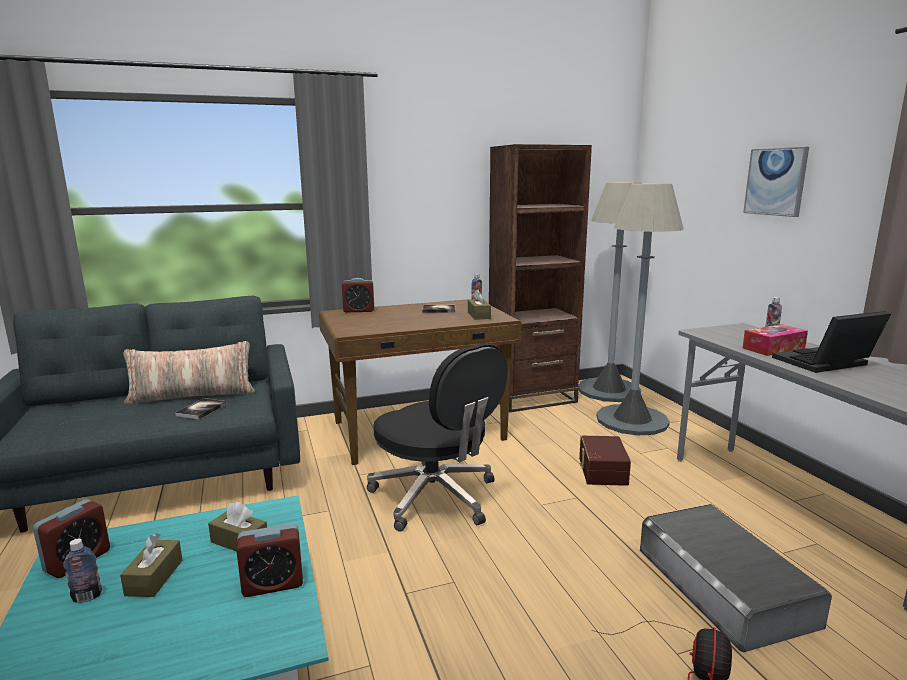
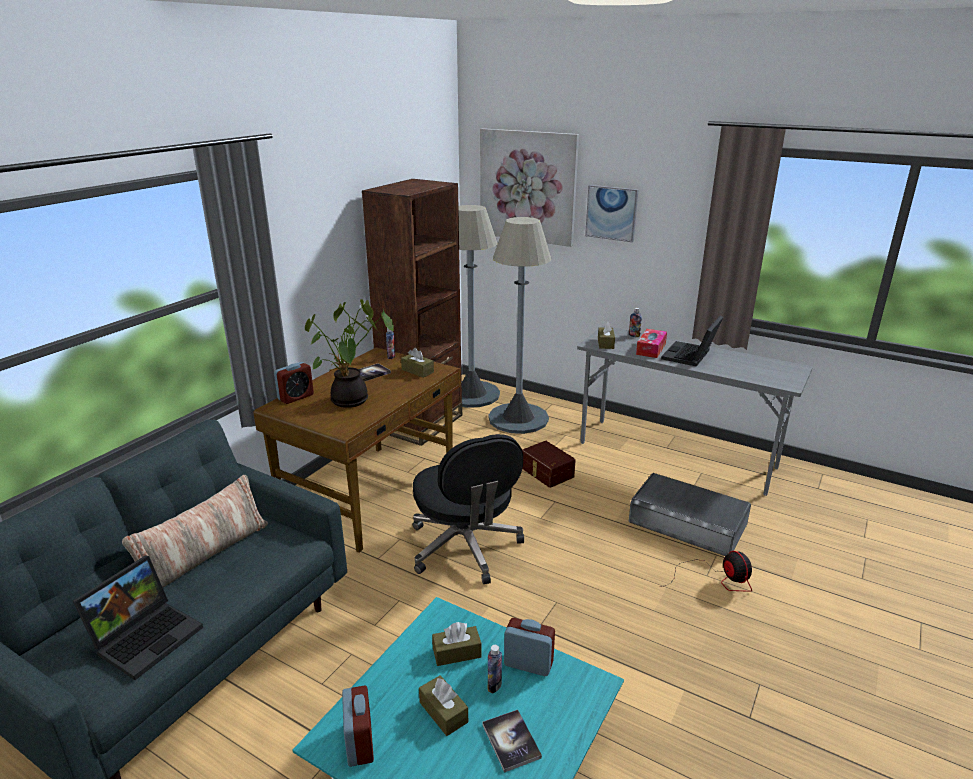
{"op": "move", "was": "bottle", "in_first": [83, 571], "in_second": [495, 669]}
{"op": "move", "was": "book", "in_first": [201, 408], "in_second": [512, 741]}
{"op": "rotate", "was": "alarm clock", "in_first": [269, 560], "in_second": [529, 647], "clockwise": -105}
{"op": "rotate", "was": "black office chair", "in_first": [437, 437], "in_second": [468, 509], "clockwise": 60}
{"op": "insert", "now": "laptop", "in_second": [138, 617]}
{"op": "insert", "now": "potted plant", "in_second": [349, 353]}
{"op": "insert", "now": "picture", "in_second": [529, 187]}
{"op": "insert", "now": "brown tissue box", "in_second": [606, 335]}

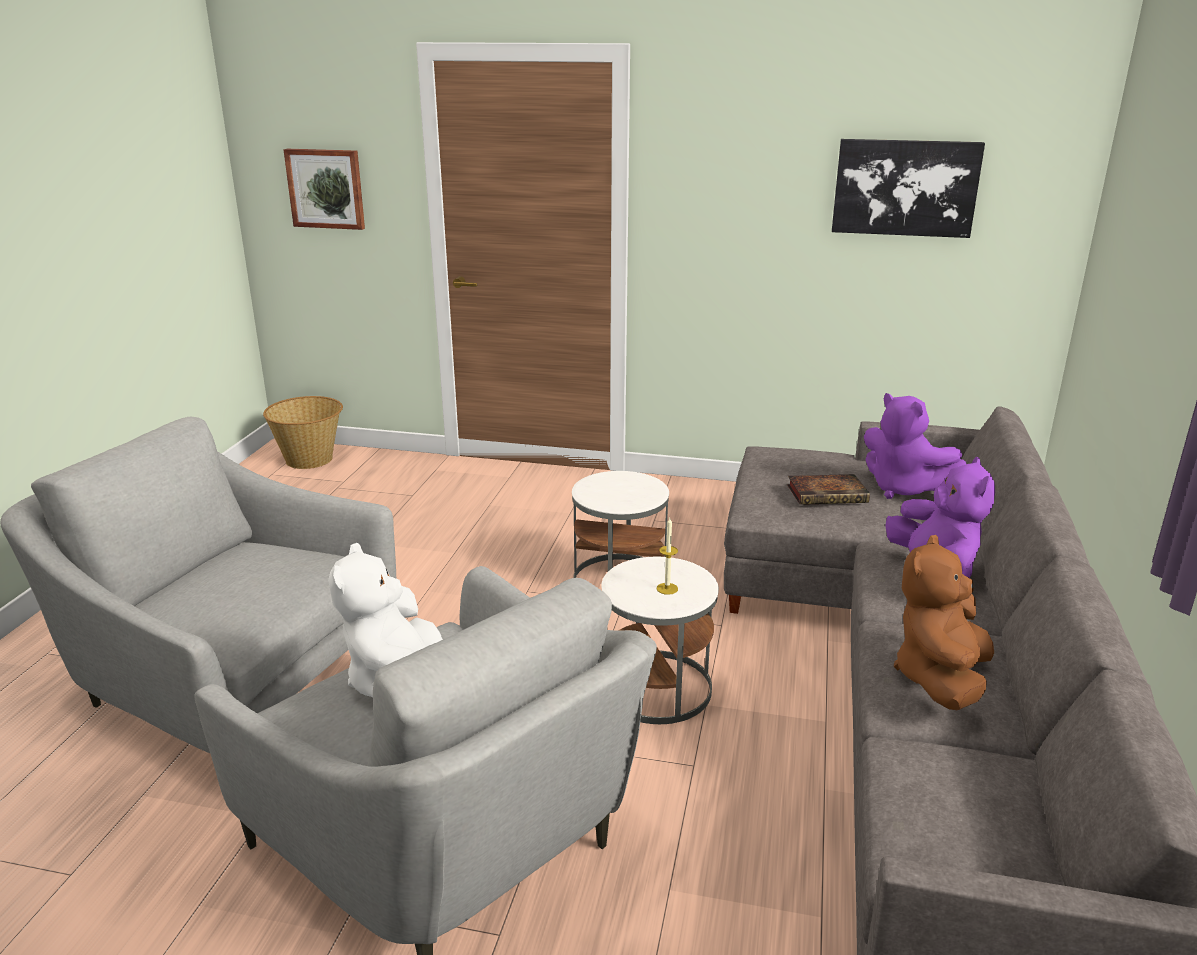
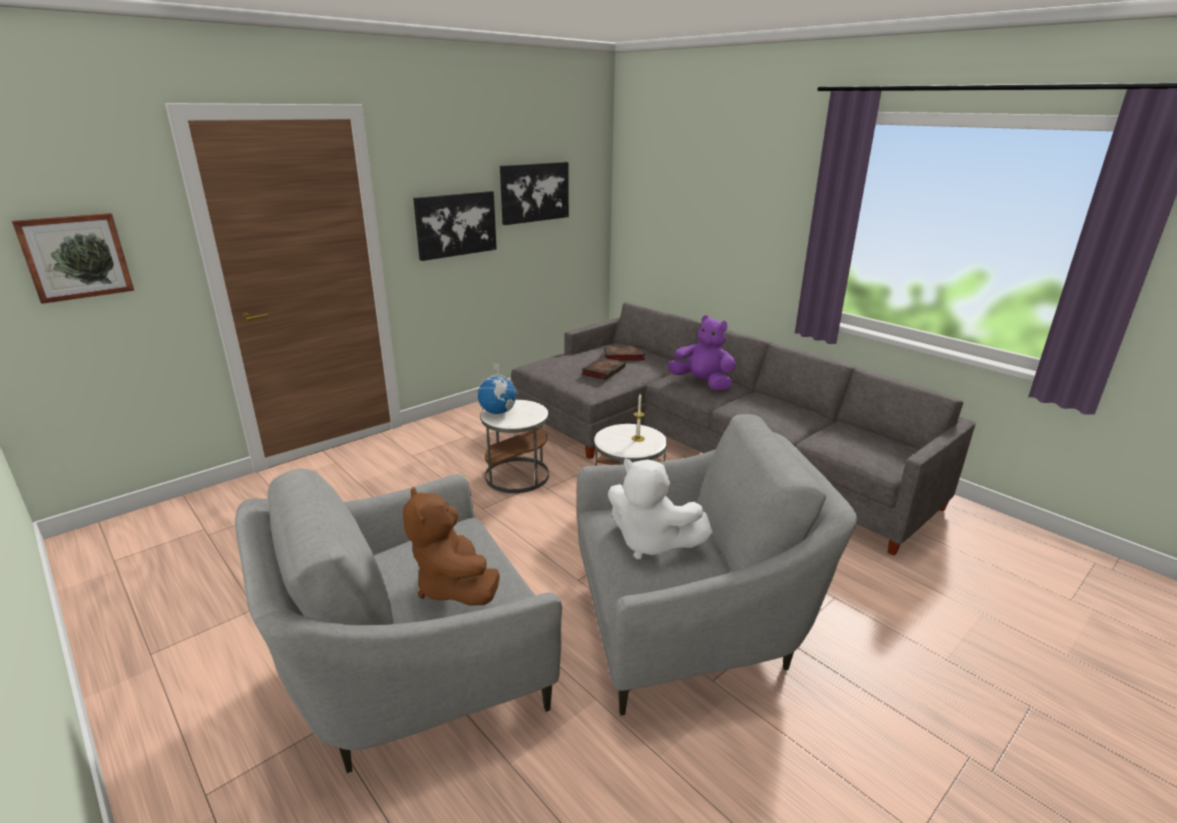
{"op": "delete", "was": "basket", "in_first": [303, 432]}
{"op": "replace", "was": "purple plush toy", "now": "book", "in_first": [915, 446], "in_second": [624, 353]}
{"op": "move", "was": "brown plush toy", "in_first": [944, 622], "in_second": [451, 546]}
{"op": "insert", "now": "picture", "in_second": [455, 226]}
{"op": "insert", "now": "globe", "in_second": [496, 388]}

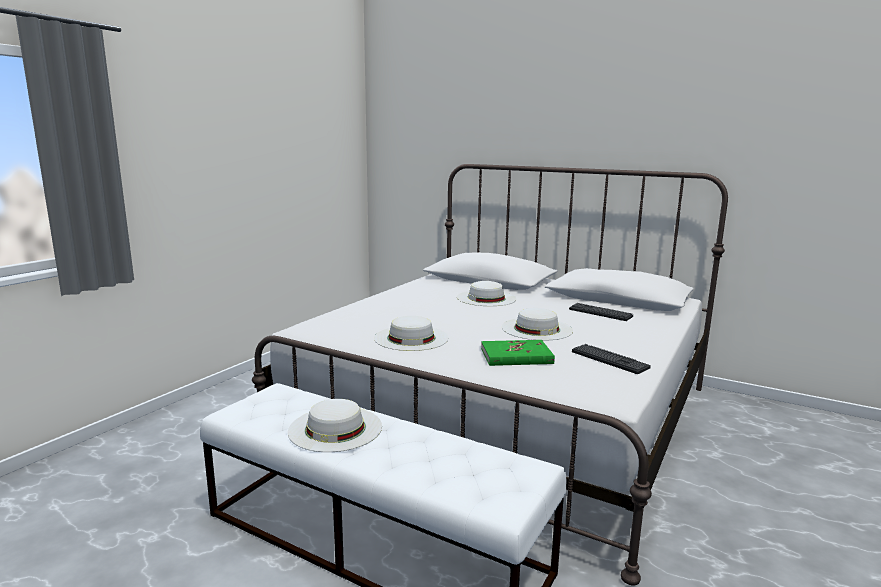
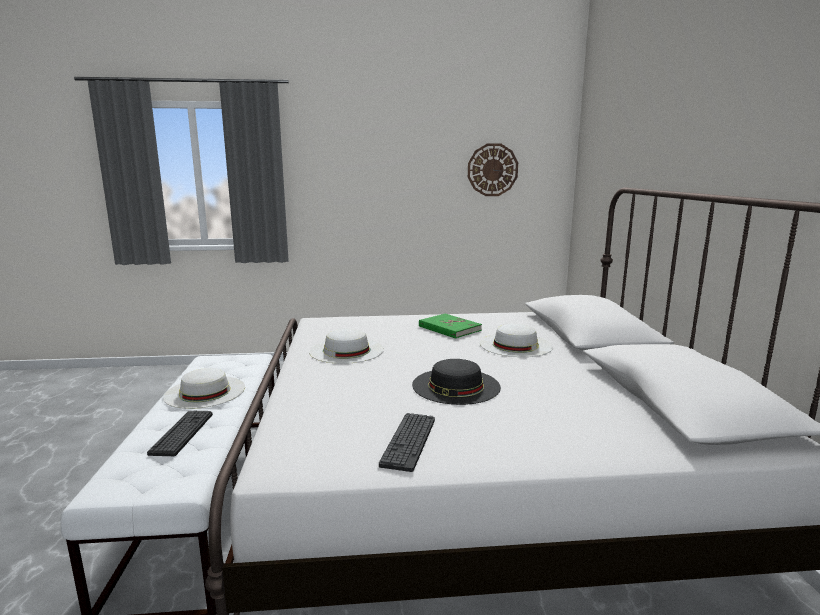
{"op": "move", "was": "green book", "in_first": [518, 353], "in_second": [450, 326]}
{"op": "recolor", "was": "white hat", "now": "black hat", "in_first": [537, 324], "in_second": [456, 382]}
{"op": "move", "was": "keyboard", "in_first": [601, 312], "in_second": [180, 433]}
{"op": "insert", "now": "wall clock", "in_second": [493, 169]}

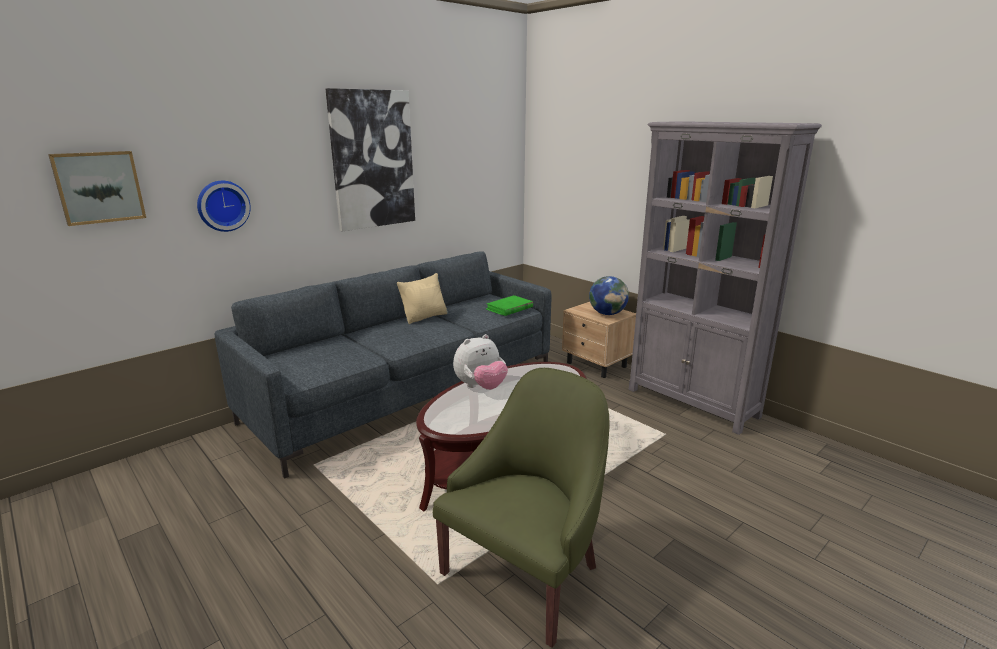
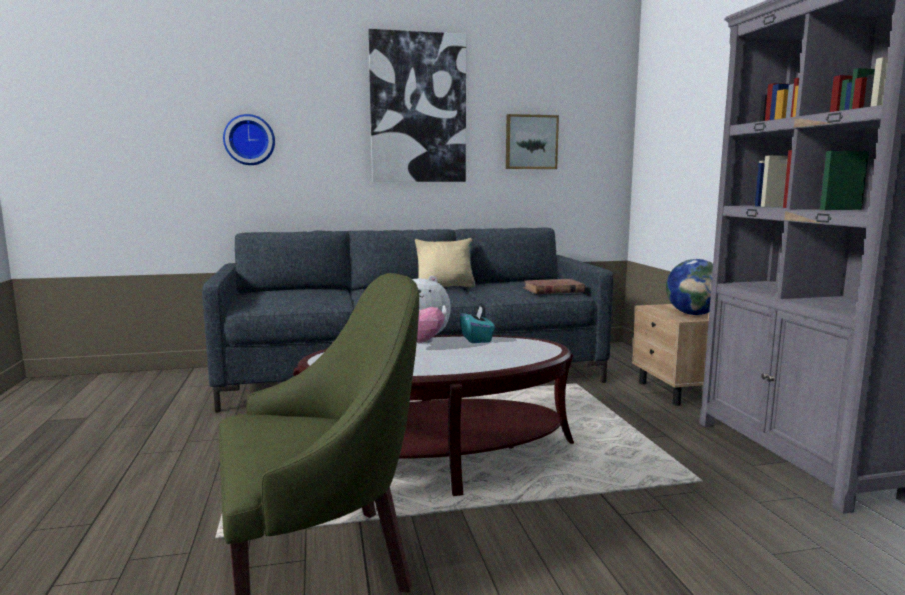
{"op": "move", "was": "picture", "in_first": [97, 188], "in_second": [532, 141]}
{"op": "recolor", "was": "green book", "now": "brown book", "in_first": [509, 305], "in_second": [554, 286]}
{"op": "insert", "now": "turquoise tissue box", "in_second": [477, 325]}

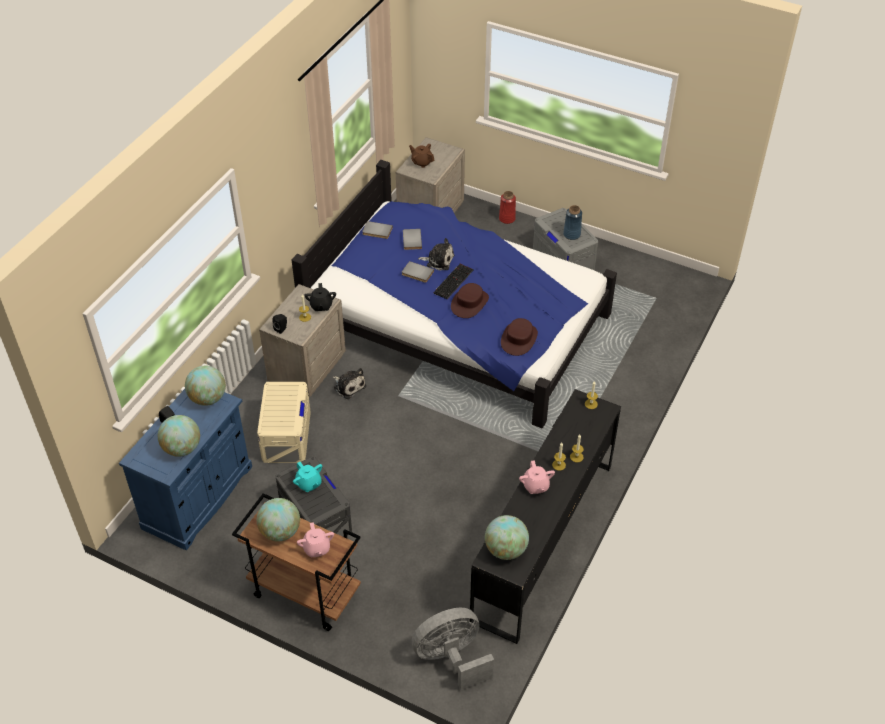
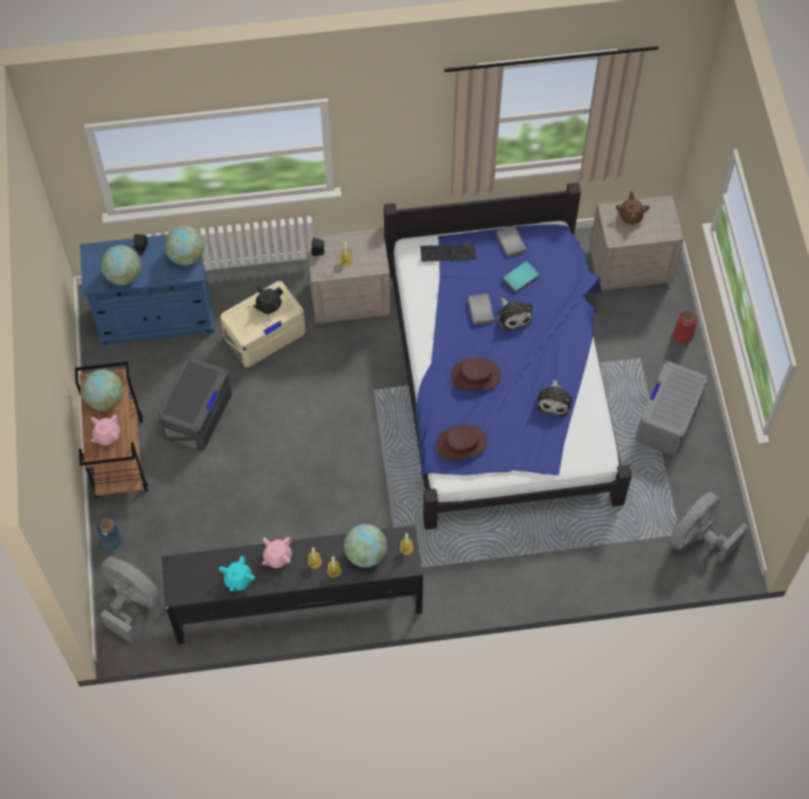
{"op": "move", "was": "turquoise teapot", "in_first": [307, 477], "in_second": [237, 573]}
{"op": "move", "was": "black teapot", "in_first": [320, 297], "in_second": [268, 300]}
{"op": "move", "was": "plush toy", "in_first": [349, 383], "in_second": [554, 398]}
{"op": "recolor", "was": "grey book", "now": "turquoise book", "in_first": [412, 239], "in_second": [521, 277]}
{"op": "move", "was": "keyboard", "in_first": [453, 281], "in_second": [448, 253]}
{"op": "move", "was": "globe", "in_first": [507, 537], "in_second": [365, 545]}
{"op": "move", "was": "blue vase", "in_first": [572, 222], "in_second": [110, 534]}
{"op": "insert", "now": "grey fan", "in_second": [709, 527]}

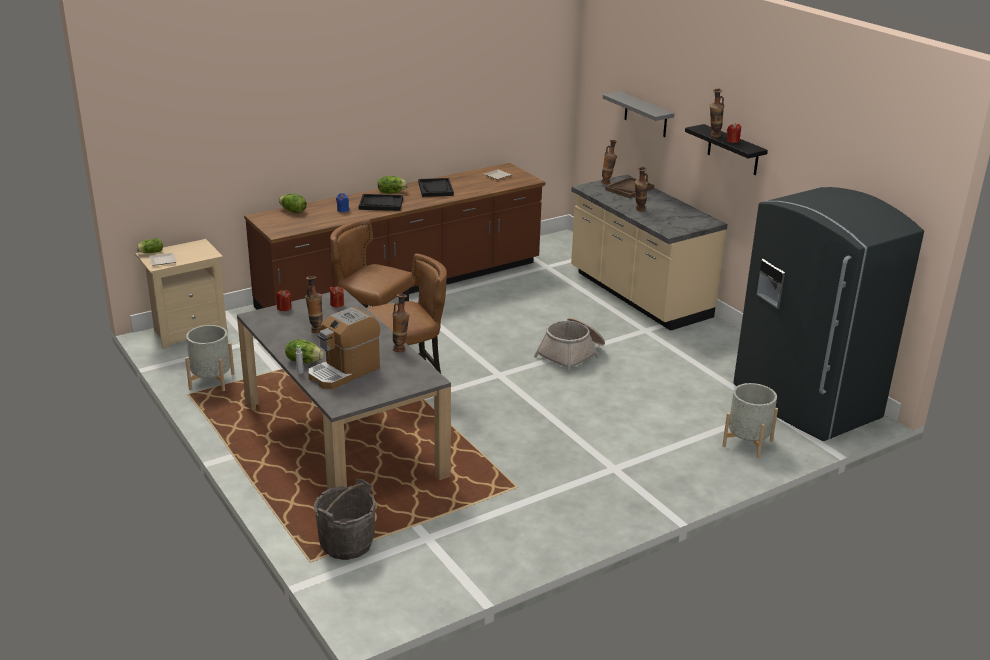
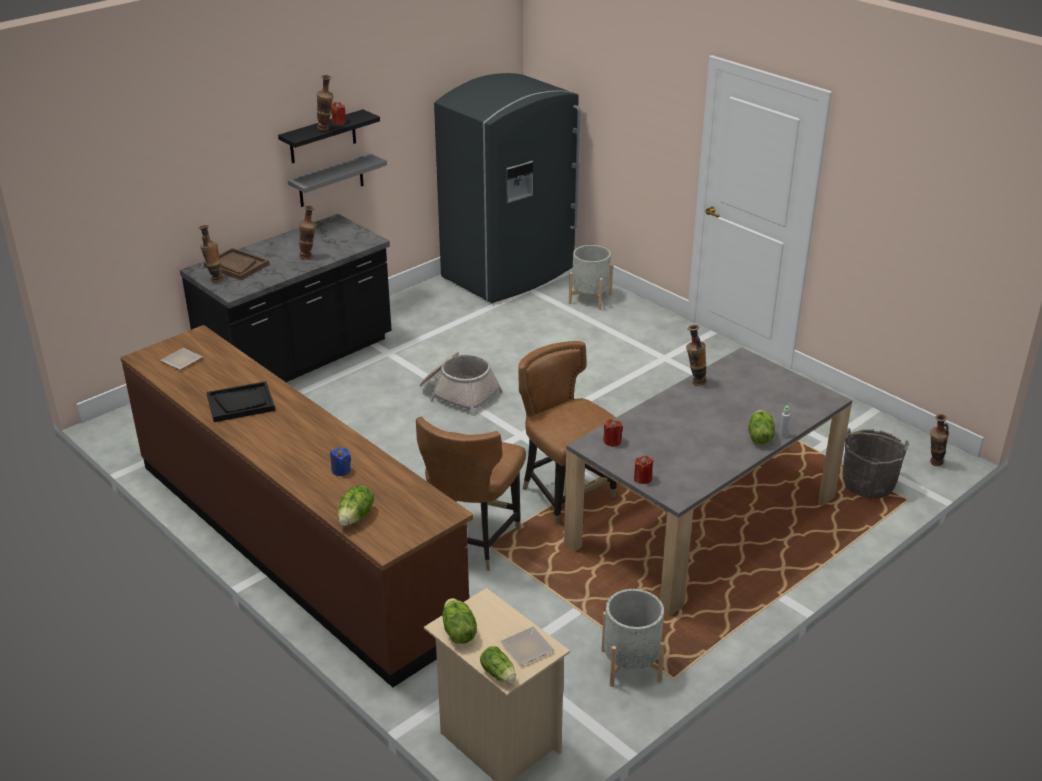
{"op": "move", "was": "vase", "in_first": [314, 304], "in_second": [939, 440]}
{"op": "delete", "was": "coffee machine", "in_first": [344, 348]}
{"op": "delete", "was": "black tray", "in_first": [381, 202]}
{"op": "move", "was": "lettuce", "in_first": [393, 185], "in_second": [459, 621]}
{"op": "recolor", "was": "beige counter", "now": "black counter", "in_first": [649, 252], "in_second": [286, 298]}
{"op": "move", "was": "grey shelf", "in_first": [638, 114], "in_second": [337, 180]}

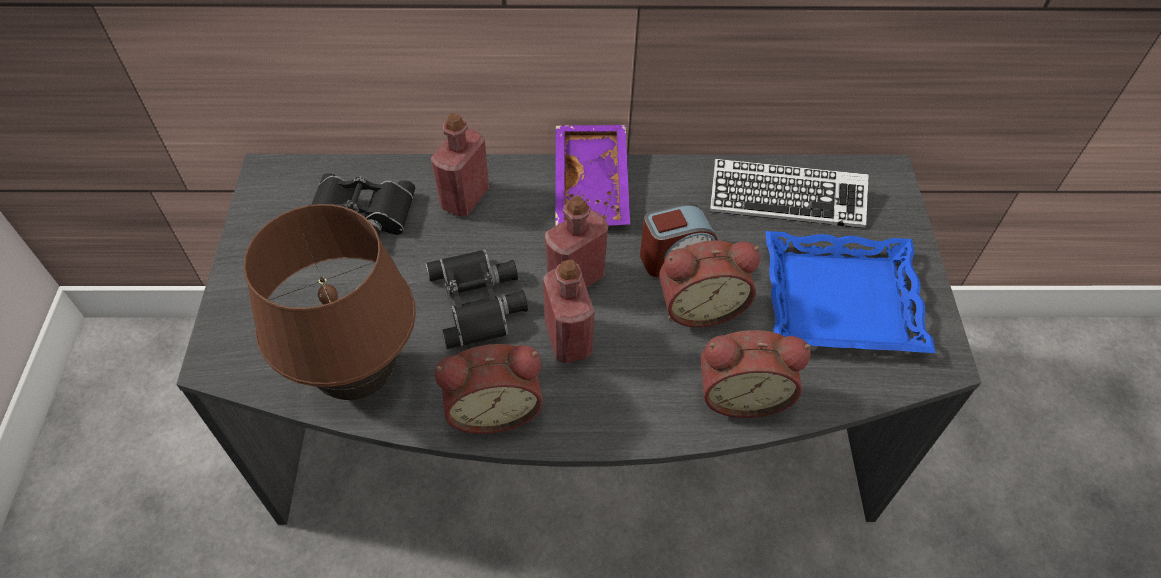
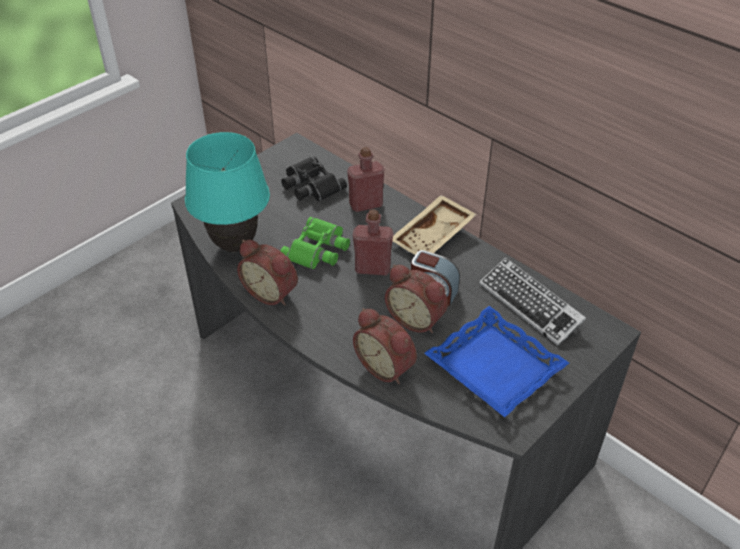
{"op": "recolor", "was": "brown table lamp", "now": "turquoise table lamp", "in_first": [330, 302], "in_second": [227, 192]}
{"op": "recolor", "was": "black binoculars", "now": "green binoculars", "in_first": [477, 299], "in_second": [315, 243]}
{"op": "delete", "was": "red bottle", "in_first": [569, 311]}
{"op": "recolor", "was": "purple tray", "now": "beige tray", "in_first": [592, 175], "in_second": [434, 225]}

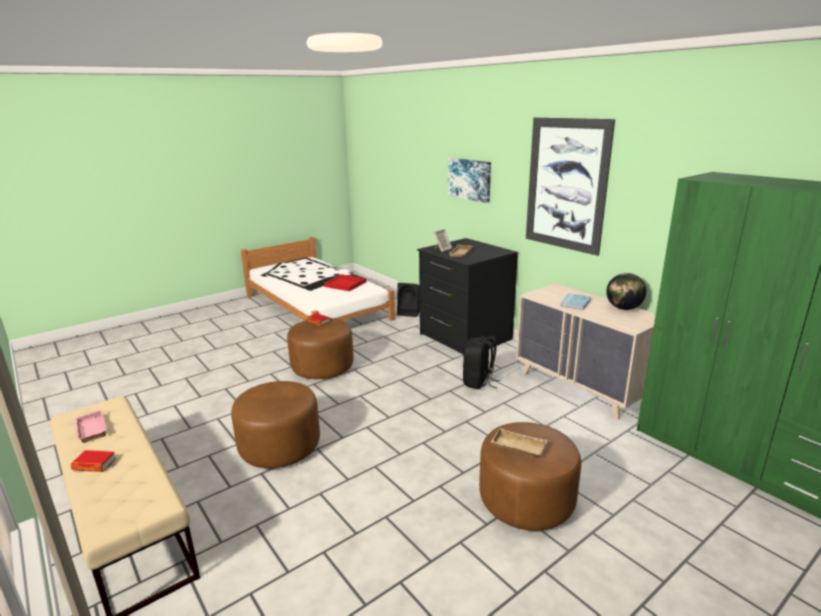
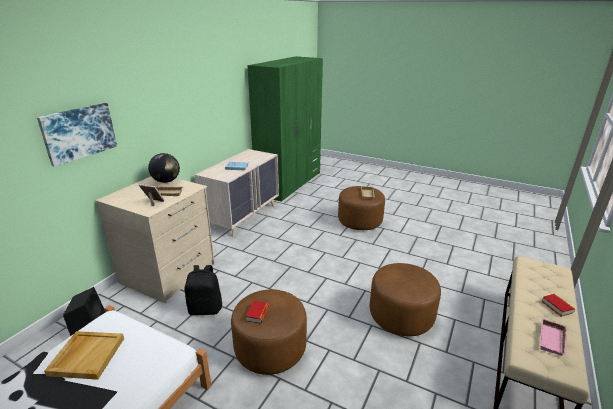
{"op": "recolor", "was": "red tray", "now": "beige tray", "in_first": [345, 282], "in_second": [84, 355]}
{"op": "recolor", "was": "black dresser", "now": "beige dresser", "in_first": [467, 296], "in_second": [155, 240]}
{"op": "move", "was": "black backpack", "in_first": [482, 362], "in_second": [203, 290]}
{"op": "delete", "was": "picture", "in_first": [570, 186]}
{"op": "move", "was": "globe", "in_first": [626, 291], "in_second": [164, 168]}

